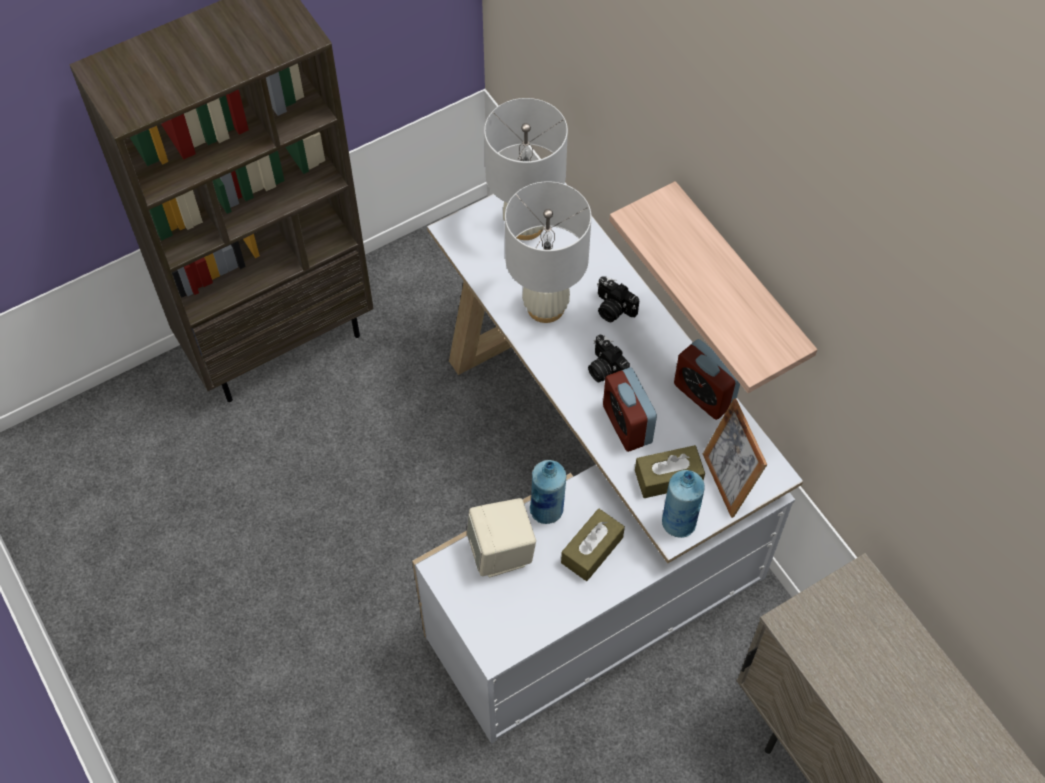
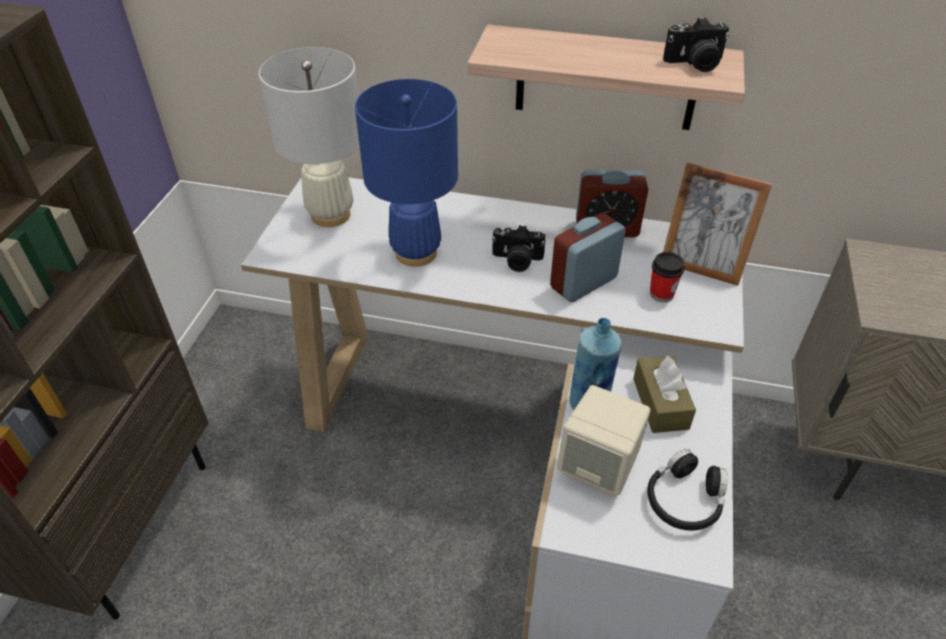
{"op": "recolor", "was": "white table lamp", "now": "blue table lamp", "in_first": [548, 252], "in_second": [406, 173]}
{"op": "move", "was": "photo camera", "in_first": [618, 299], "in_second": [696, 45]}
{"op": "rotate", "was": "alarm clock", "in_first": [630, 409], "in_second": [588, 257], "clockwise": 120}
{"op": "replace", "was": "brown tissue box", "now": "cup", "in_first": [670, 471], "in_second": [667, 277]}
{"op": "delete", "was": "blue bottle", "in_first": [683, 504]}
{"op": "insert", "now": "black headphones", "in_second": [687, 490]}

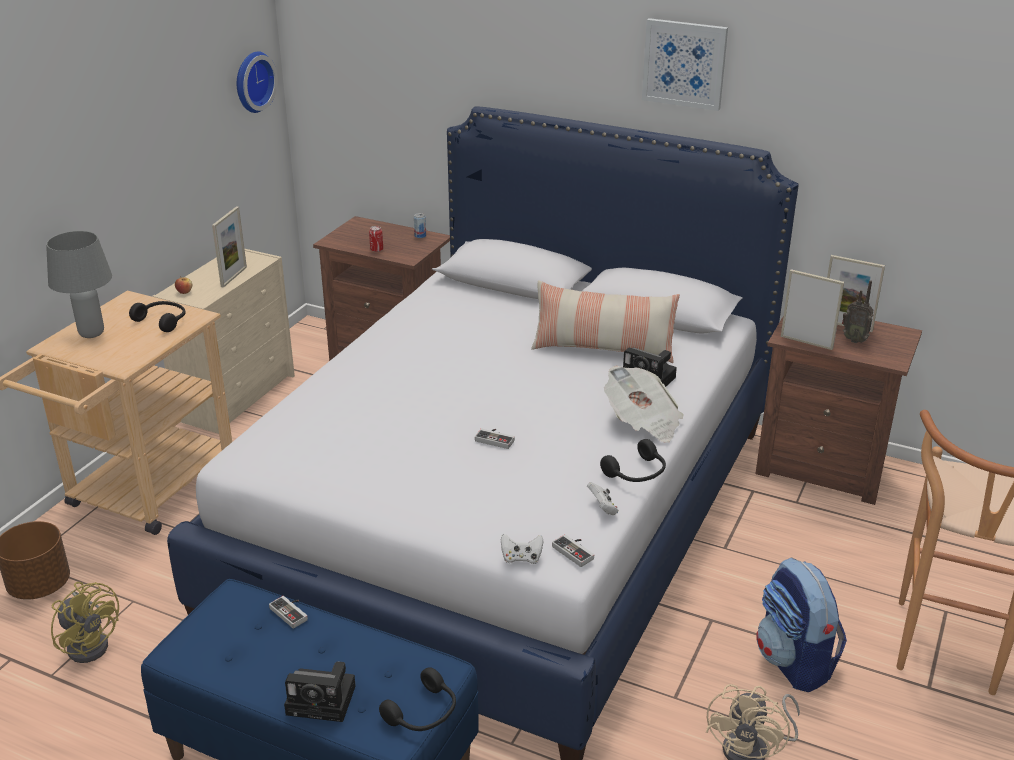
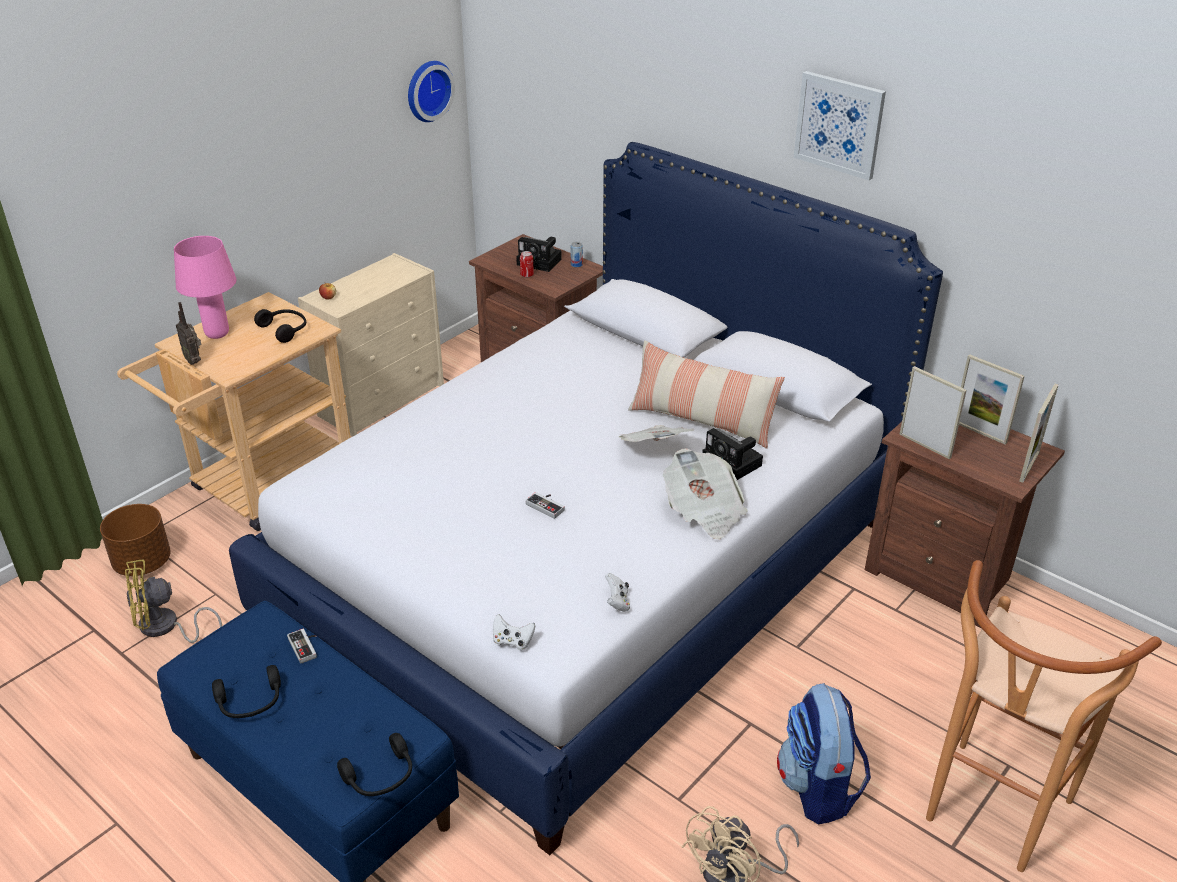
{"op": "recolor", "was": "grey table lamp", "now": "pink table lamp", "in_first": [79, 284], "in_second": [205, 287]}
{"op": "rotate", "was": "yellow fan", "in_first": [85, 622], "in_second": [173, 601], "clockwise": 105}
{"op": "move", "was": "picture frame", "in_first": [229, 247], "in_second": [1039, 433]}
{"op": "move", "was": "photo camera", "in_first": [320, 691], "in_second": [539, 254]}
{"op": "delete", "was": "game controller", "in_first": [573, 550]}
{"op": "move", "was": "black headphones", "in_first": [633, 460], "in_second": [246, 691]}
{"op": "move", "was": "radio", "in_first": [858, 311], "in_second": [188, 333]}
{"op": "insert", "now": "newspaper", "in_second": [656, 433]}

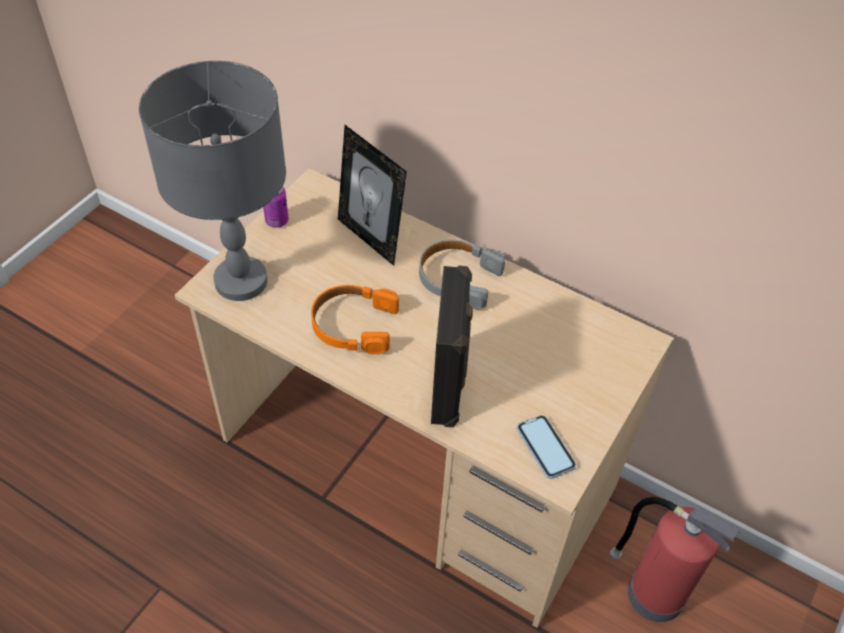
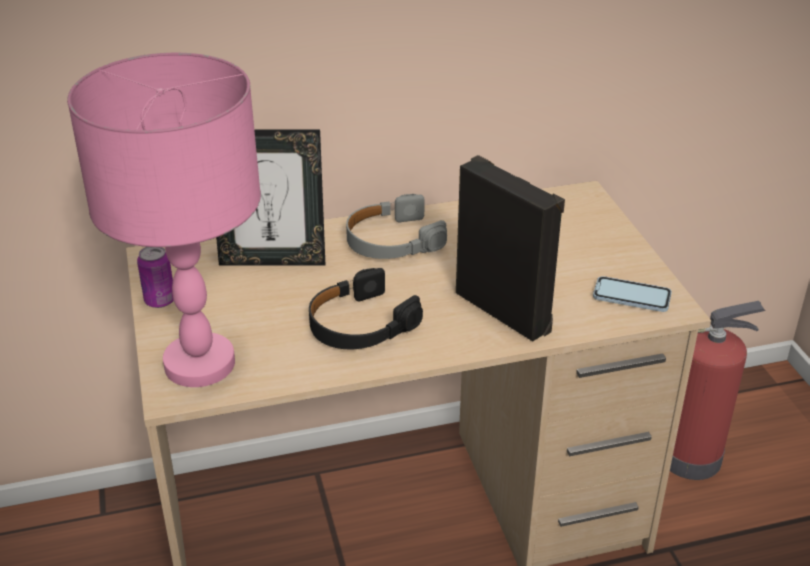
{"op": "recolor", "was": "grey table lamp", "now": "pink table lamp", "in_first": [212, 181], "in_second": [164, 220]}
{"op": "recolor", "was": "orange headphones", "now": "black headphones", "in_first": [355, 319], "in_second": [366, 308]}

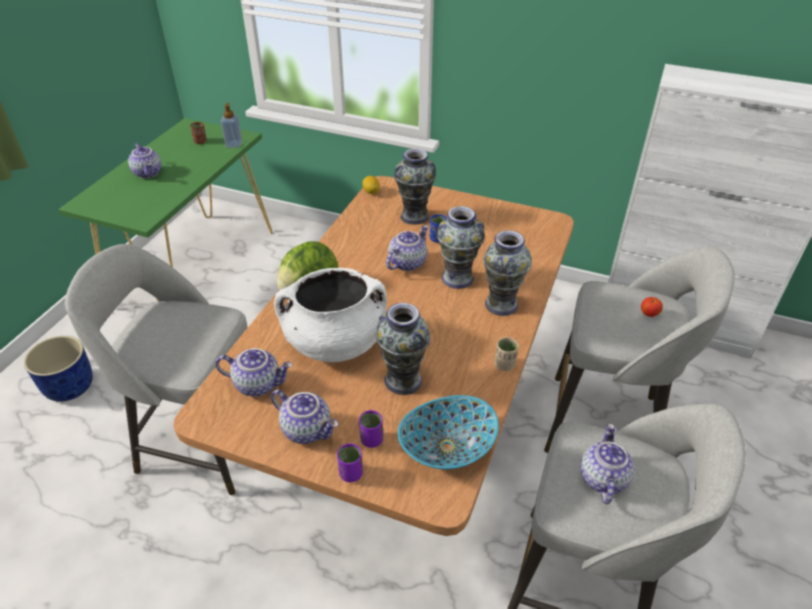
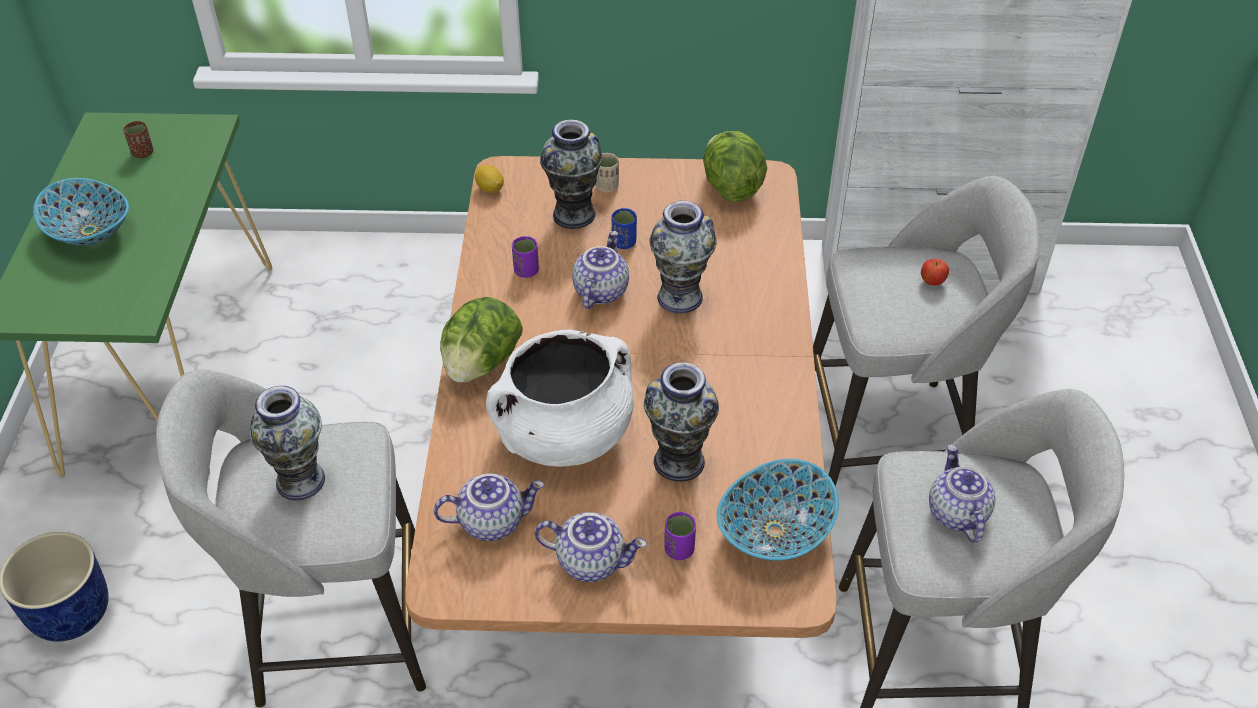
{"op": "replace", "was": "teapot", "now": "bowl", "in_first": [145, 160], "in_second": [81, 212]}
{"op": "delete", "was": "soap dispenser", "in_first": [231, 125]}
{"op": "move", "was": "purple cup", "in_first": [350, 463], "in_second": [525, 257]}
{"op": "move", "was": "vase", "in_first": [507, 273], "in_second": [287, 443]}
{"op": "move", "was": "beige cup", "in_first": [507, 354], "in_second": [607, 173]}
{"op": "insert", "now": "lettuce", "in_second": [735, 166]}

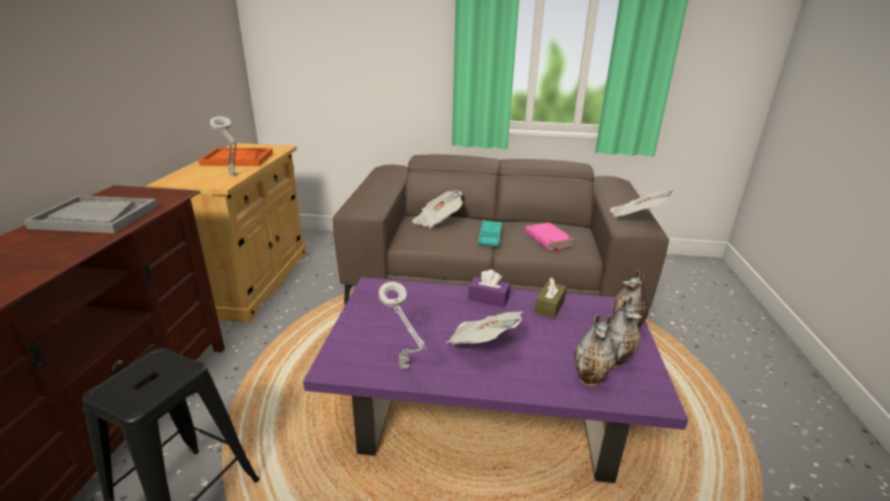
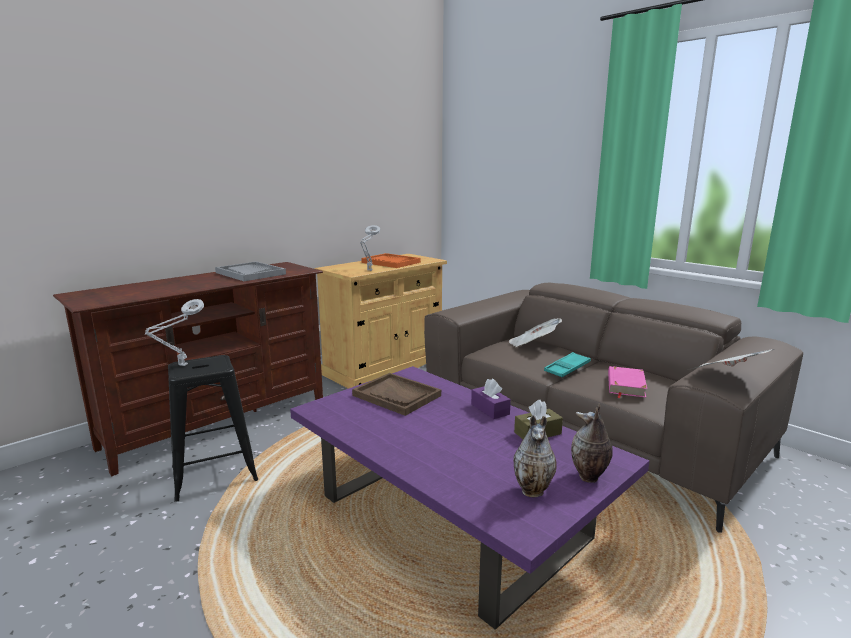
{"op": "move", "was": "grey table lamp", "in_first": [402, 325], "in_second": [174, 332]}
{"op": "delete", "was": "newspaper", "in_first": [484, 327]}
{"op": "delete", "was": "vase", "in_first": [595, 350]}
{"op": "insert", "now": "brown tray", "in_second": [396, 394]}

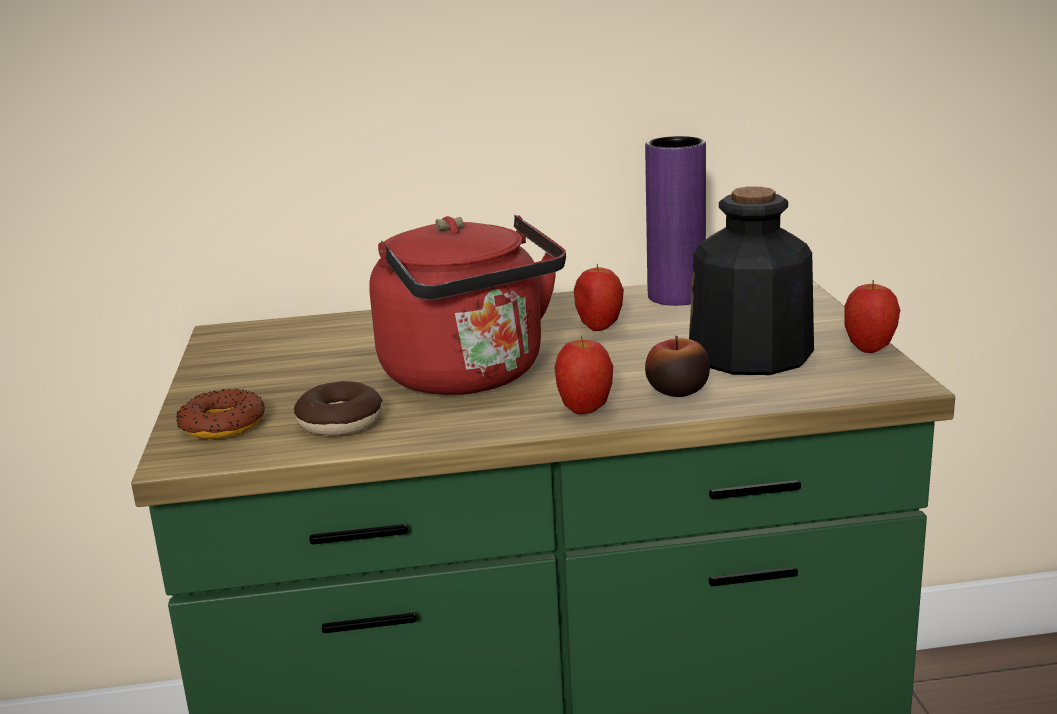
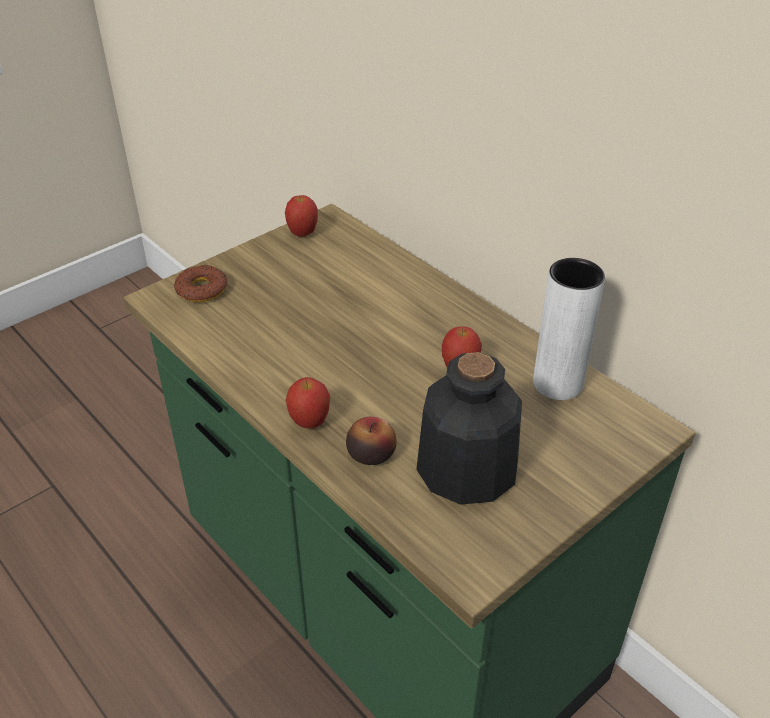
{"op": "delete", "was": "donut", "in_first": [338, 408]}
{"op": "delete", "was": "red kettle", "in_first": [467, 305]}
{"op": "recolor", "was": "purple vase", "now": "white vase", "in_first": [675, 221], "in_second": [569, 329]}
{"op": "move", "was": "apple", "in_first": [872, 316], "in_second": [301, 216]}

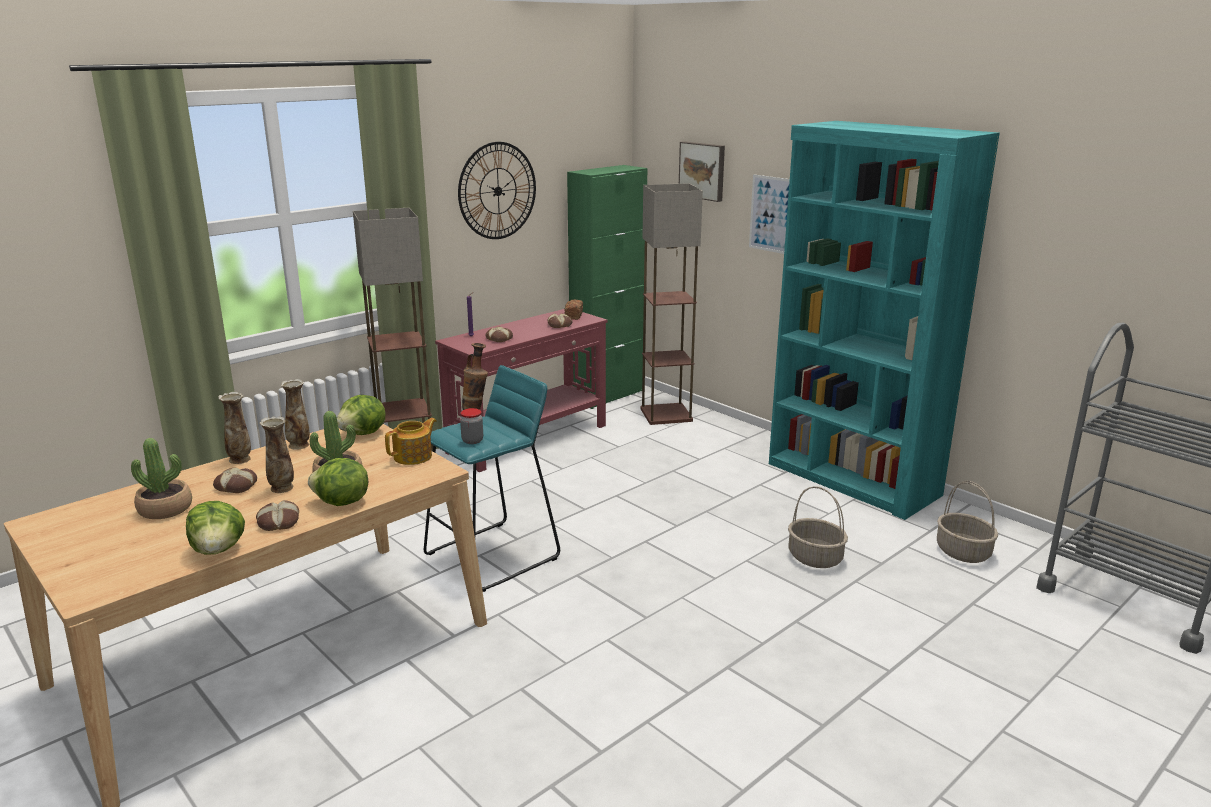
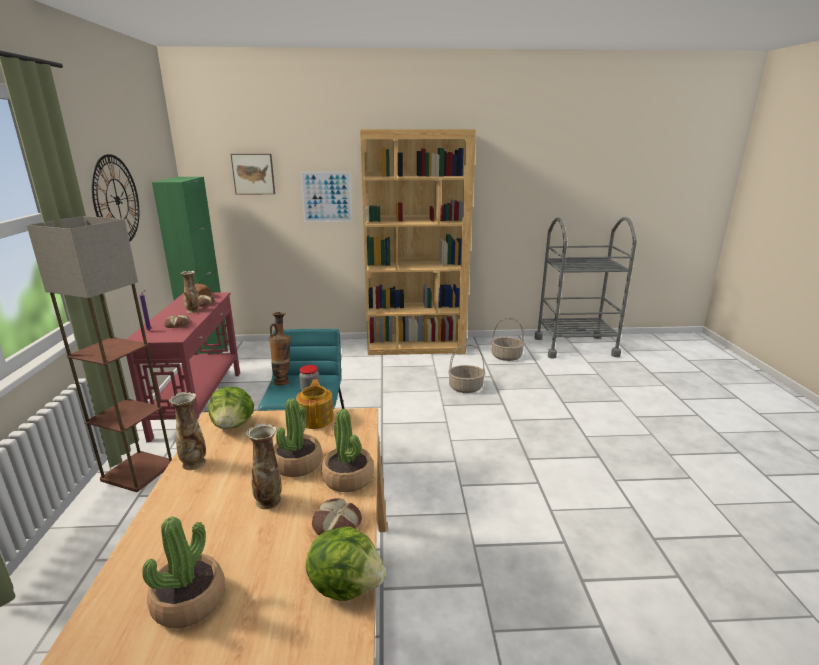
{"op": "delete", "was": "bread", "in_first": [235, 480]}
{"op": "move", "was": "vase", "in_first": [234, 428], "in_second": [189, 292]}
{"op": "replace", "was": "lettuce", "now": "potted plant", "in_first": [338, 482], "in_second": [347, 450]}
{"op": "delete", "was": "floor lamp", "in_first": [672, 304]}
{"op": "recolor", "was": "turquoise bookcase", "now": "brown bookcase", "in_first": [884, 320], "in_second": [418, 242]}

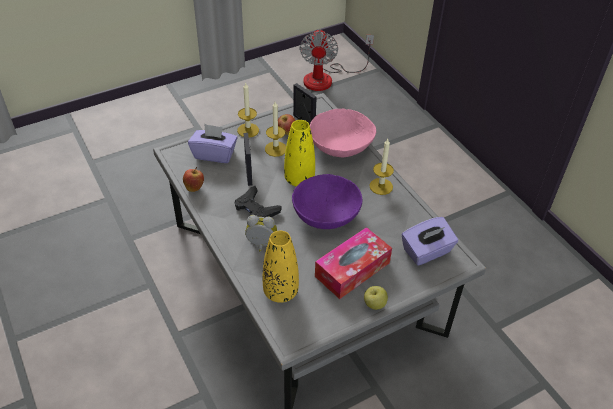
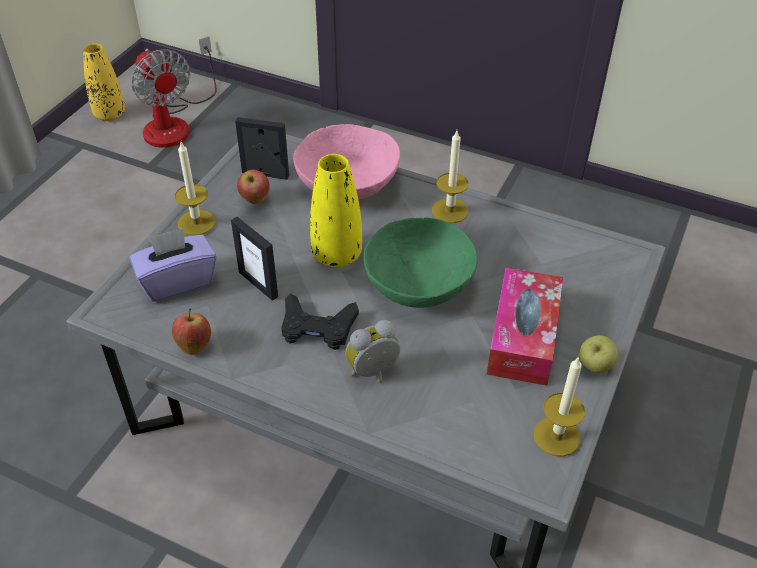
{"op": "move", "was": "yellow vase", "in_first": [281, 266], "in_second": [104, 82]}
{"op": "move", "was": "candle", "in_first": [275, 129], "in_second": [559, 406]}
{"op": "recolor", "was": "purple bowl", "now": "green bowl", "in_first": [327, 201], "in_second": [420, 263]}
{"op": "delete", "was": "purple tissue box", "in_first": [430, 241]}

